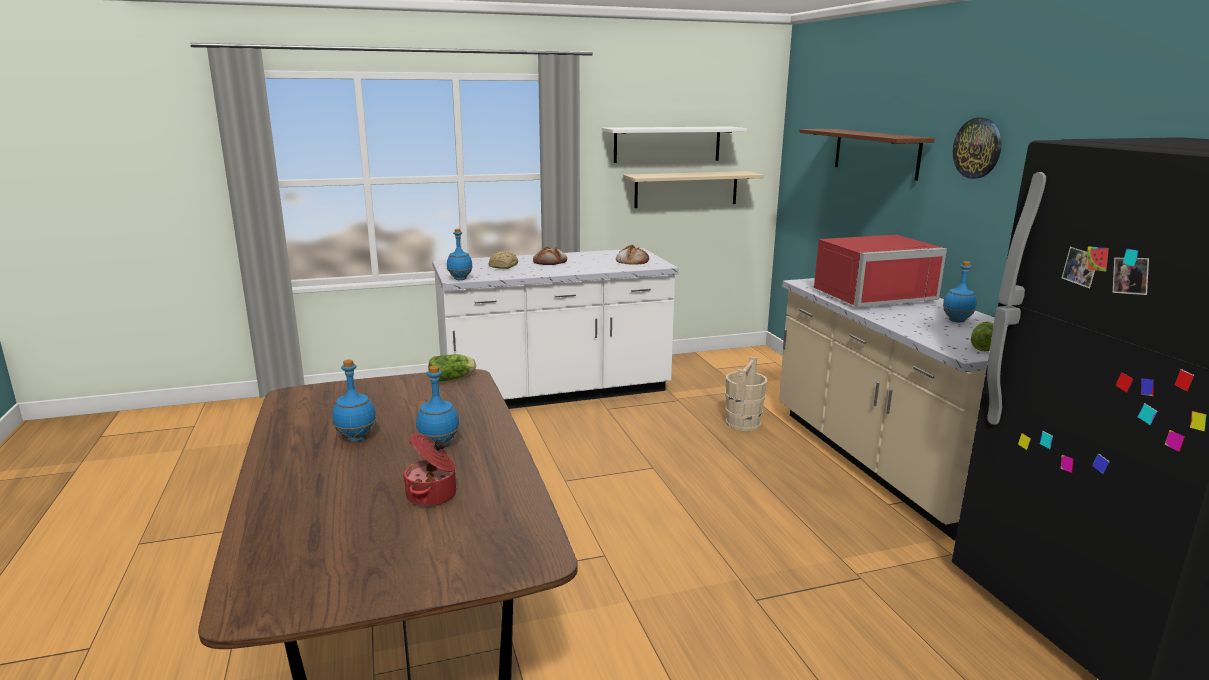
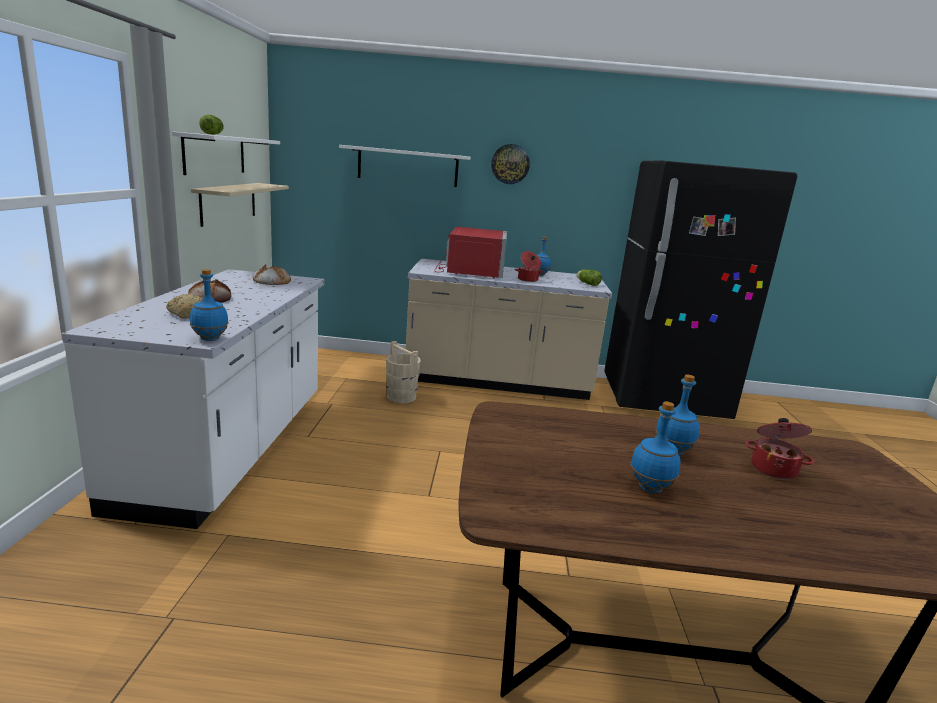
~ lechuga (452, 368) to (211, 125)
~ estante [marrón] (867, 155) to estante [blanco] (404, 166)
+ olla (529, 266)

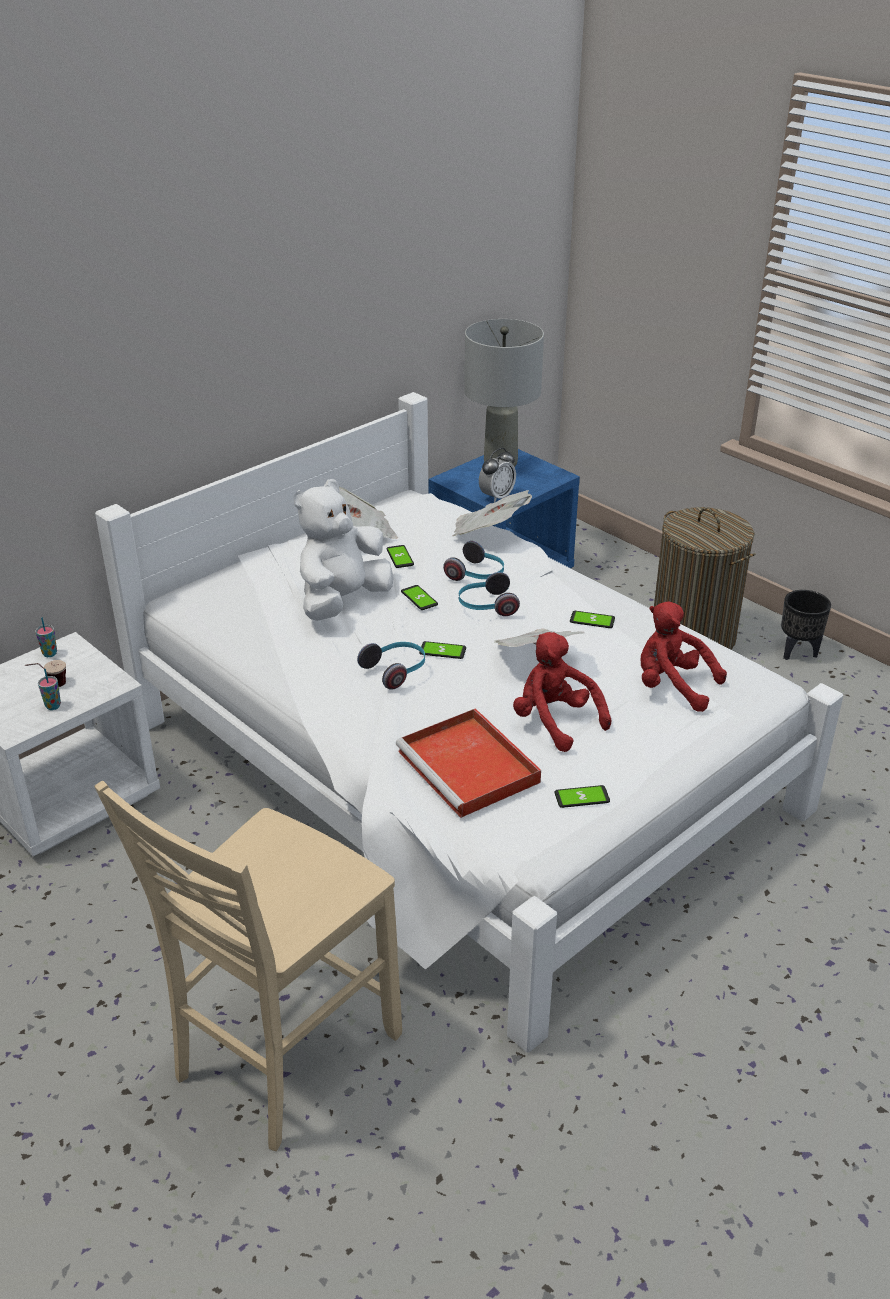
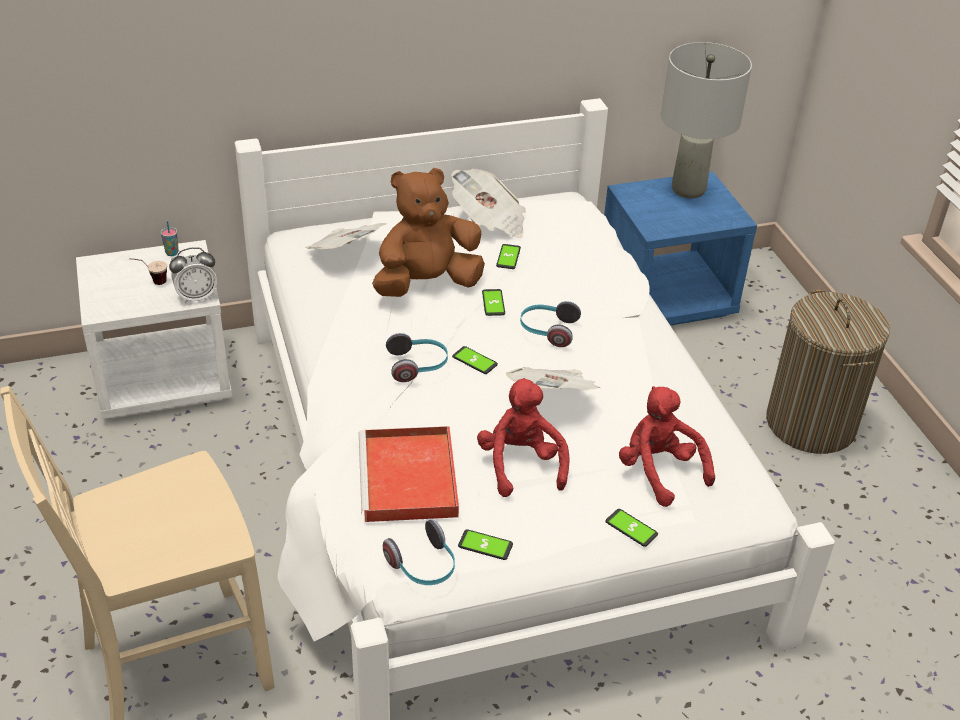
~ despertador (497, 475) to (193, 275)
~ periódico (492, 513) to (346, 236)
~ peluche [blanco] (343, 550) to peluche [marrón] (428, 232)
~ auriculares (473, 561) to (419, 552)
~ móvil (592, 619) to (631, 528)
- taza (49, 689)
- maceta [negro] (806, 625)

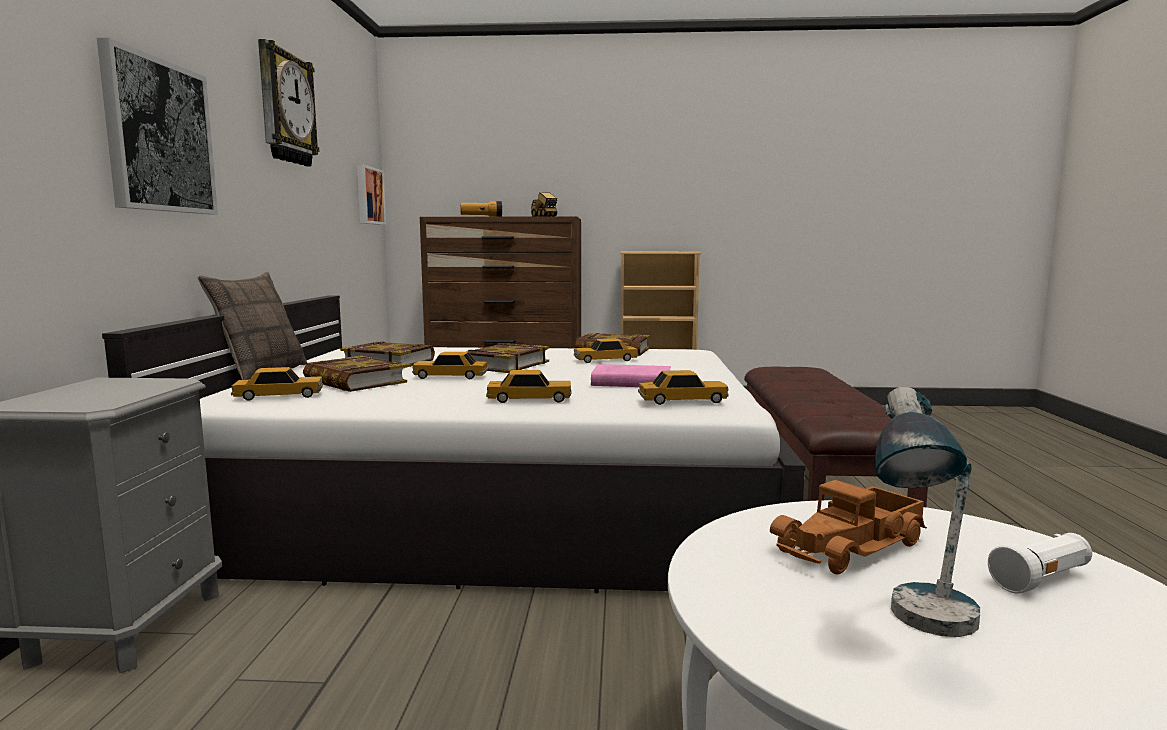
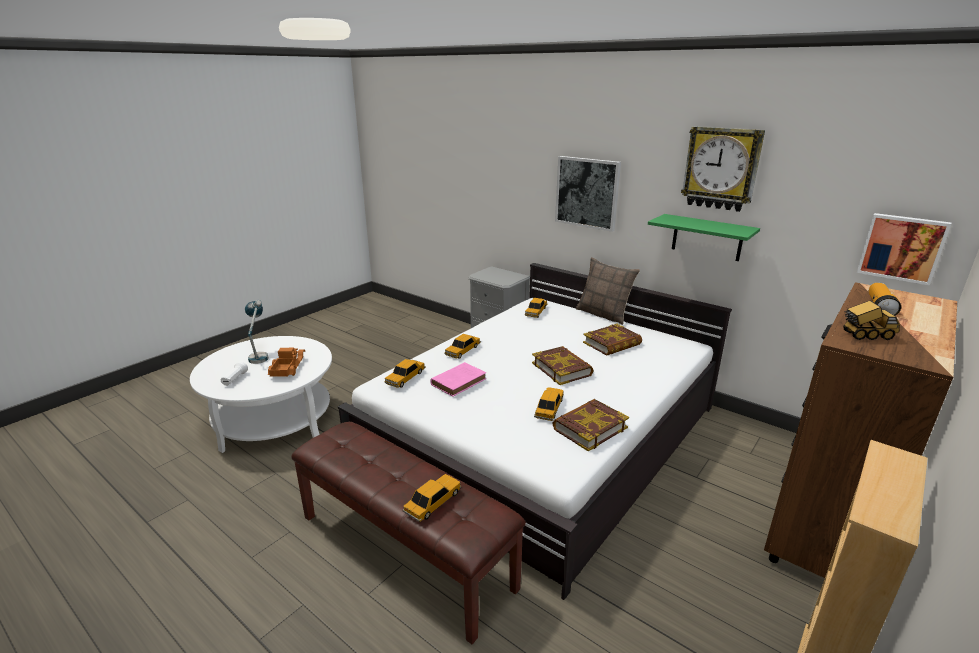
~ coche de juguete (450, 365) to (431, 498)
+ estante [verde] (704, 237)
- libro (355, 374)

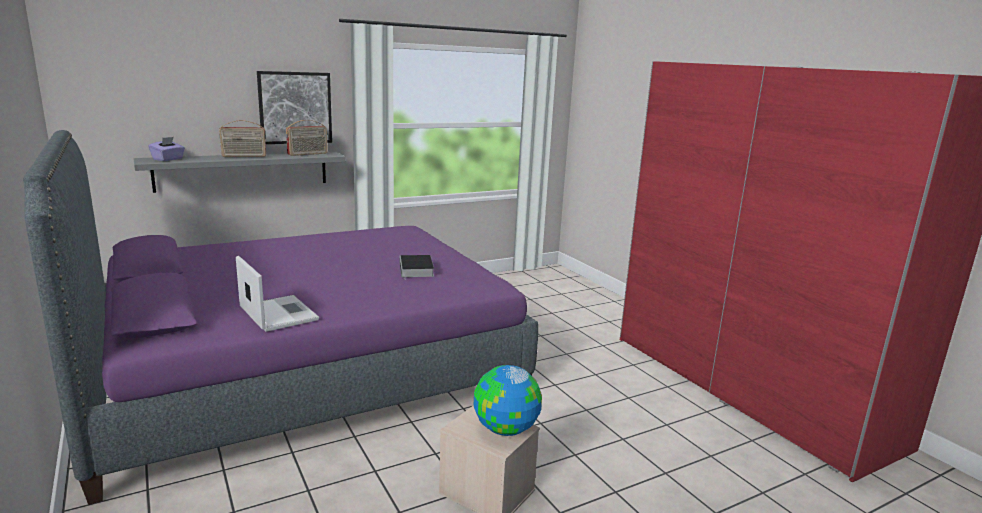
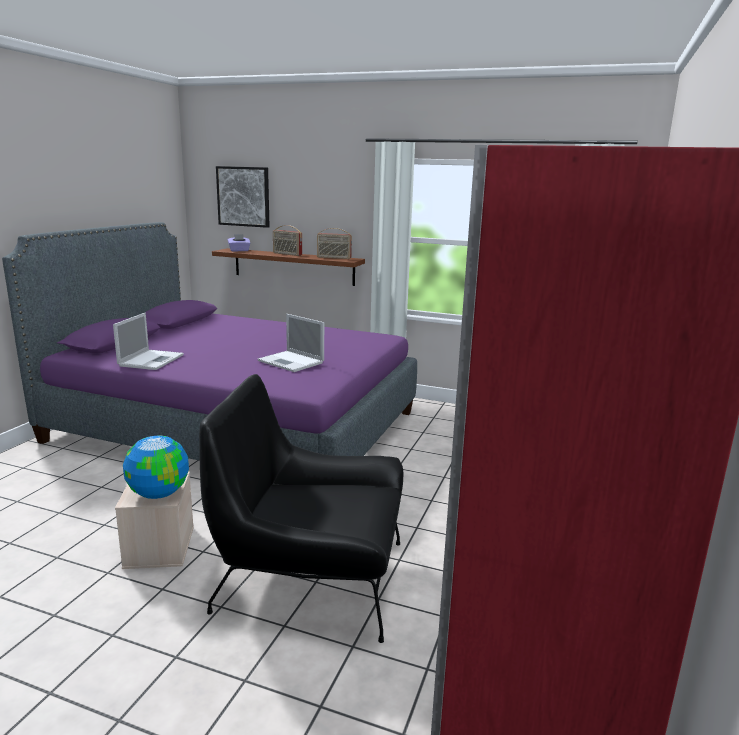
+ sillón [negro] (301, 508)
~ estante [gris] (239, 172) to estante [marrón] (288, 267)
~ cuadro (294, 107) to (243, 197)
~ libro (417, 267) to portátil (291, 343)

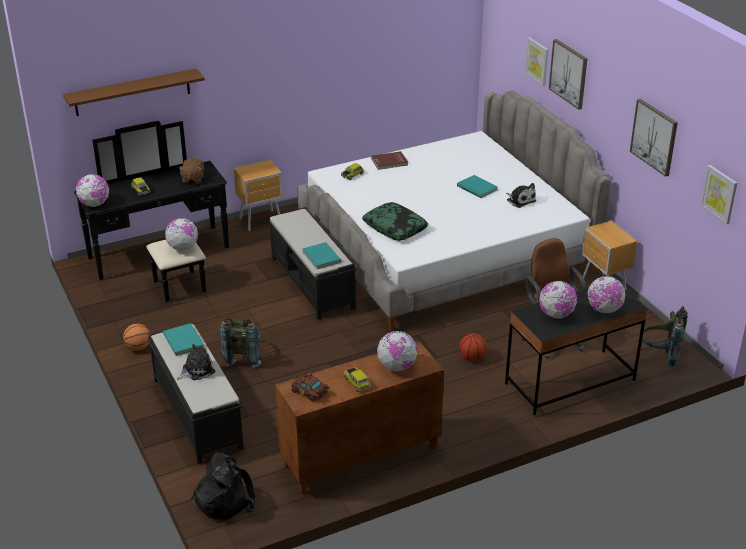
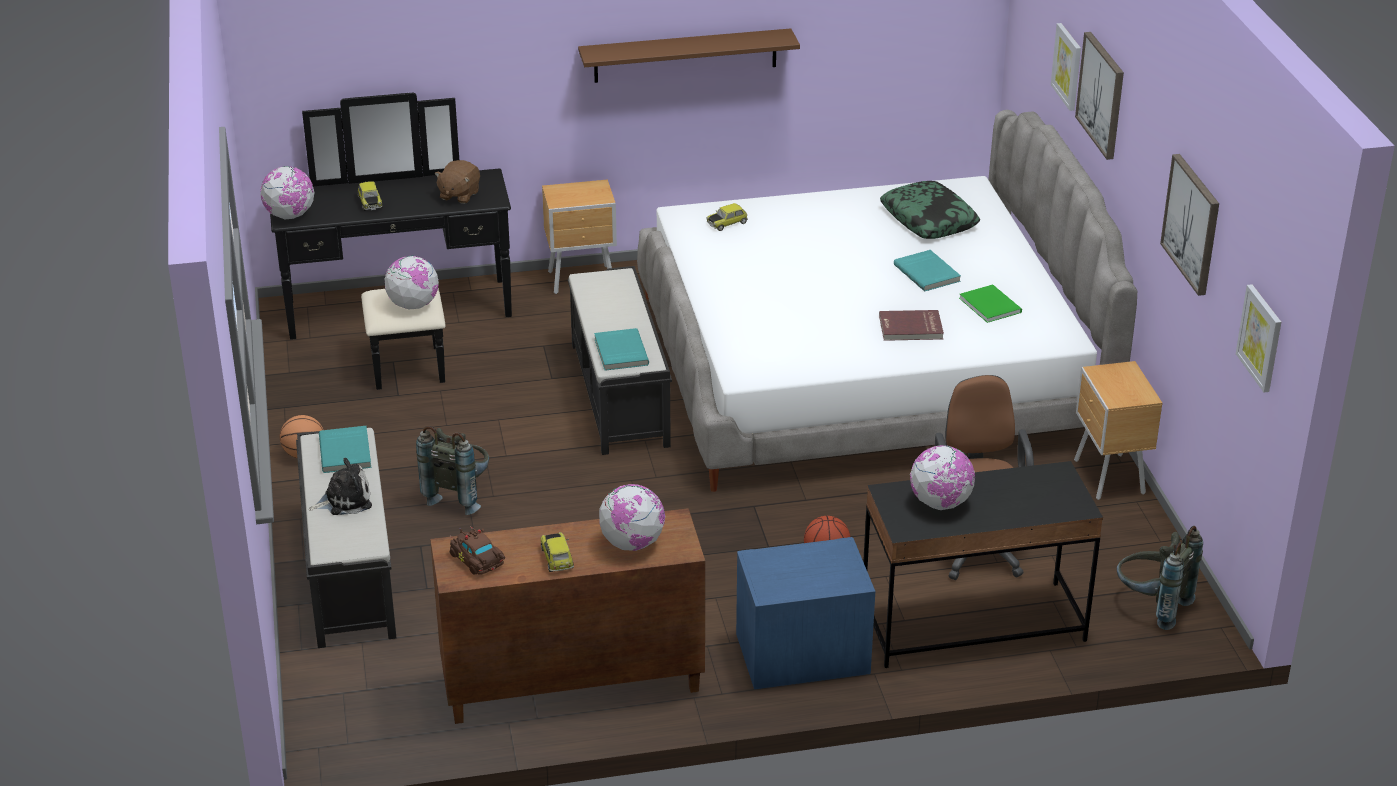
~ estante [marrón] (134, 92) to (689, 55)
+ mesita de noche [azul] (805, 613)
~ libro [rojo] (389, 160) to (911, 325)
~ cojín (395, 221) to (930, 210)
~ peluche (521, 195) to libro [verde] (990, 304)
- mochila [negro] (223, 486)
- globo terráqueo (606, 294)

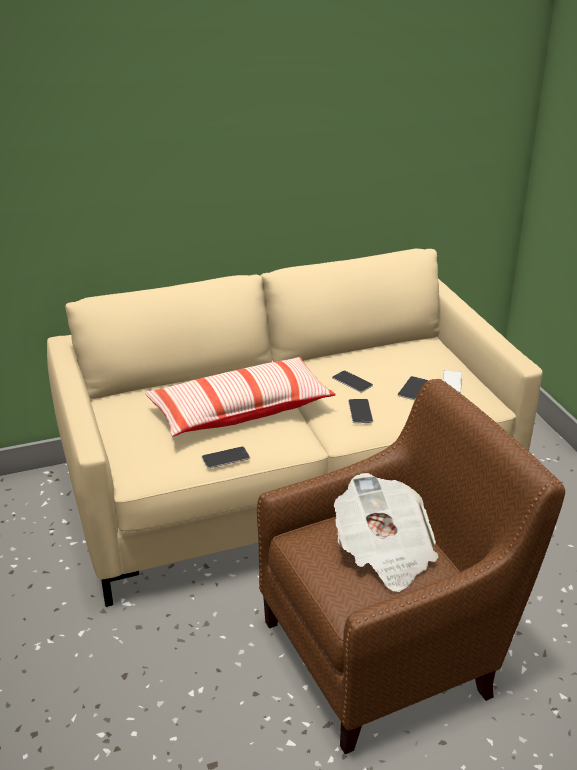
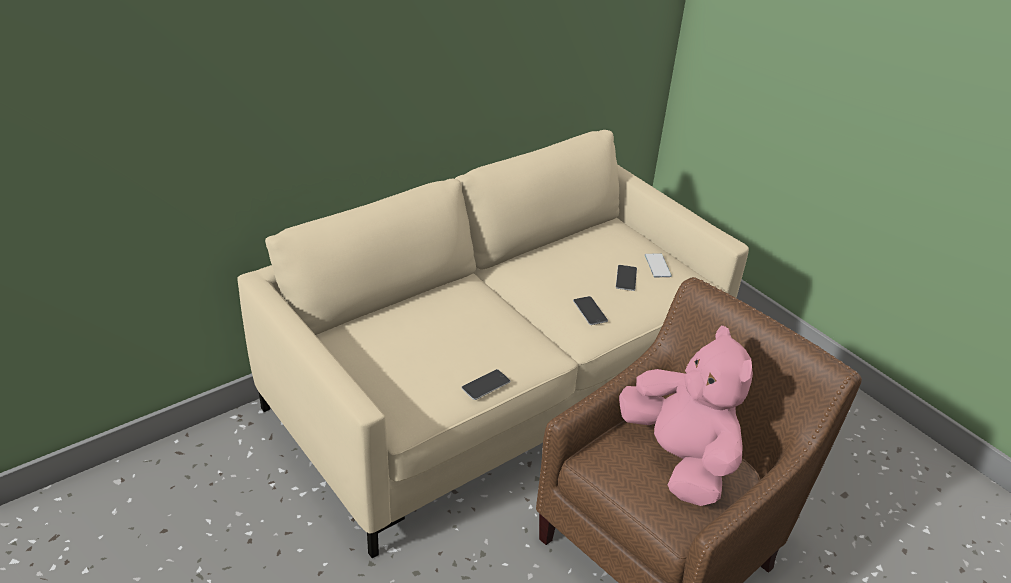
~ periódico (386, 532) to peluche [rosa] (686, 416)
- cojín (240, 397)
- móvil (352, 381)

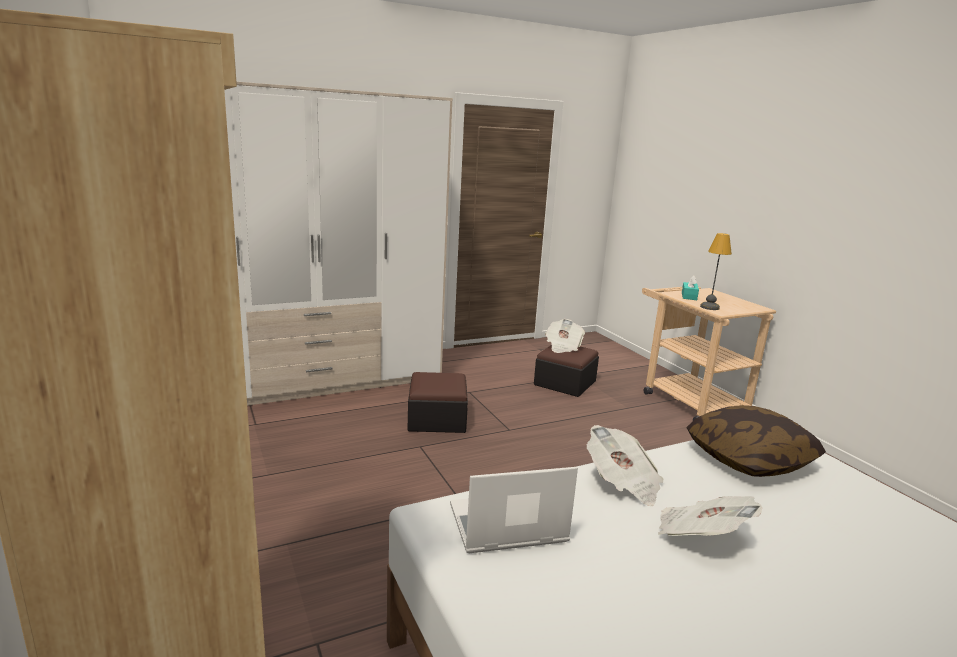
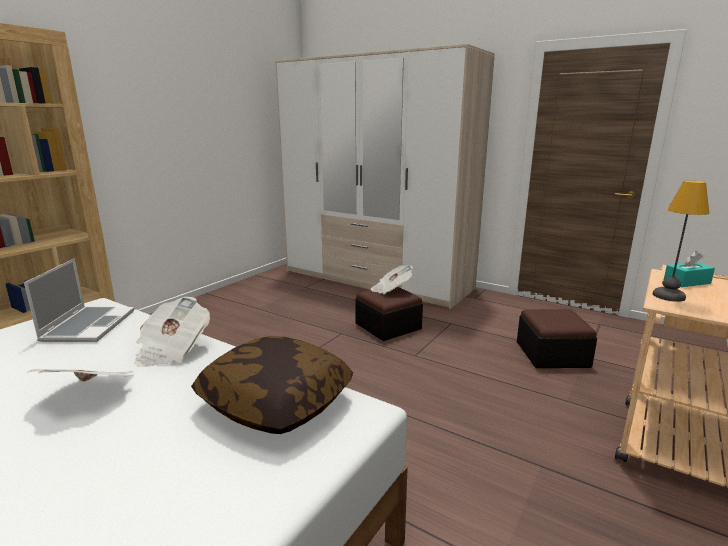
~ portátil (514, 510) = (79, 300) 45 degrees clockwise
~ periódico (565, 336) to (392, 279)

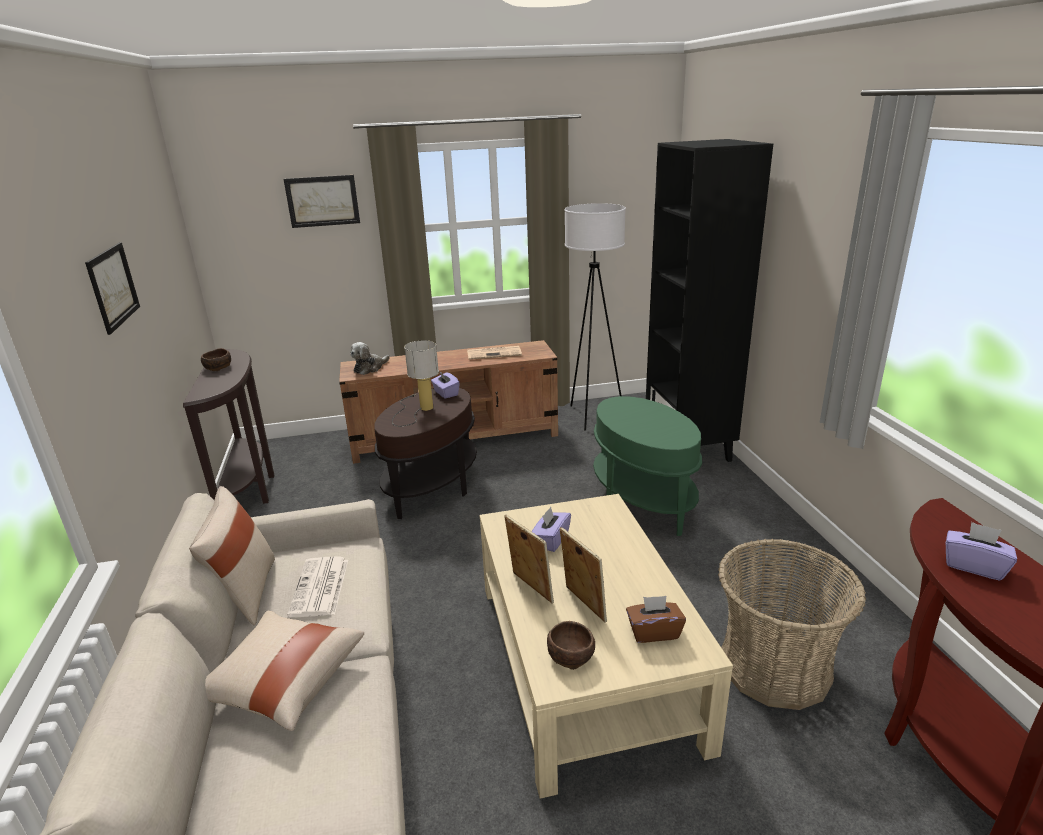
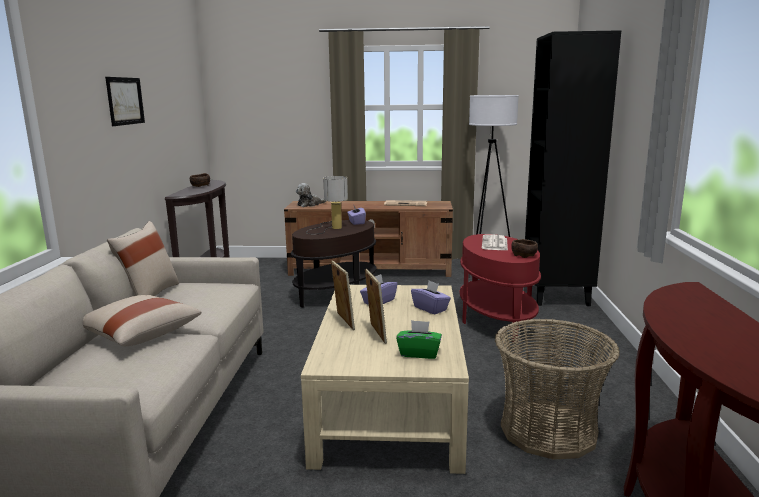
~ caja de pañuelos [marrón] (656, 619) to caja de pañuelos [verde] (419, 339)
~ caja de pañuelos [morado] (981, 551) to (431, 297)
~ mesa auxiliar [verde] (647, 466) to mesa auxiliar [rojo] (500, 288)
~ periódico (317, 587) to (495, 243)
~ cuenco [marrón] (571, 645) to (524, 248)
- cuadro (322, 201)

